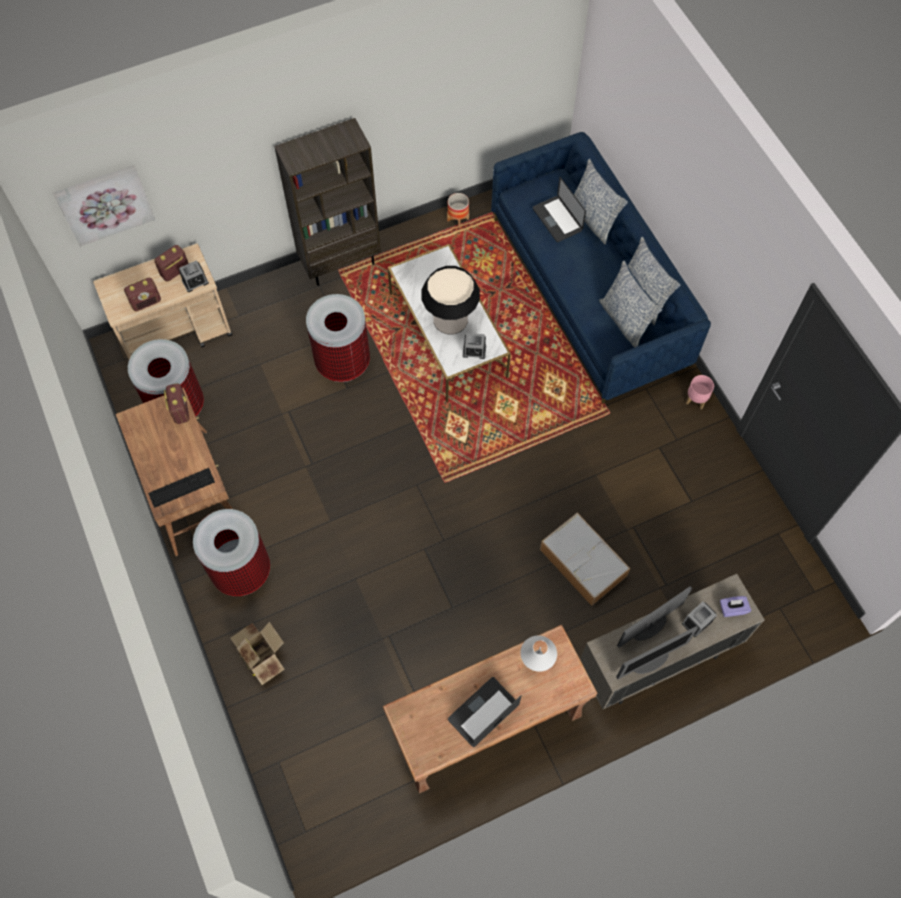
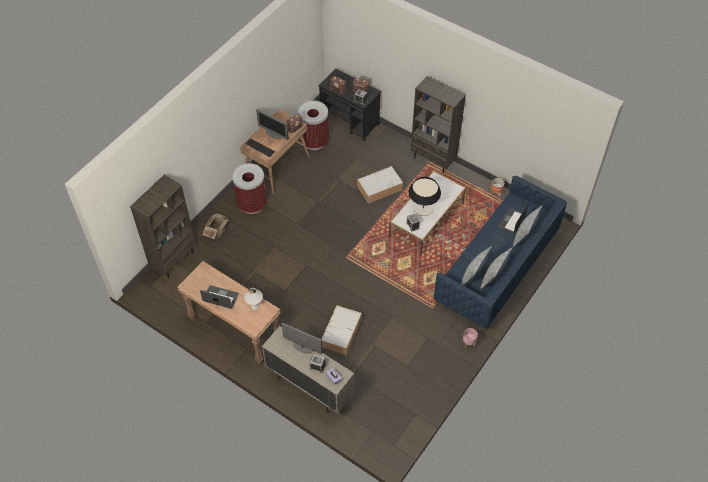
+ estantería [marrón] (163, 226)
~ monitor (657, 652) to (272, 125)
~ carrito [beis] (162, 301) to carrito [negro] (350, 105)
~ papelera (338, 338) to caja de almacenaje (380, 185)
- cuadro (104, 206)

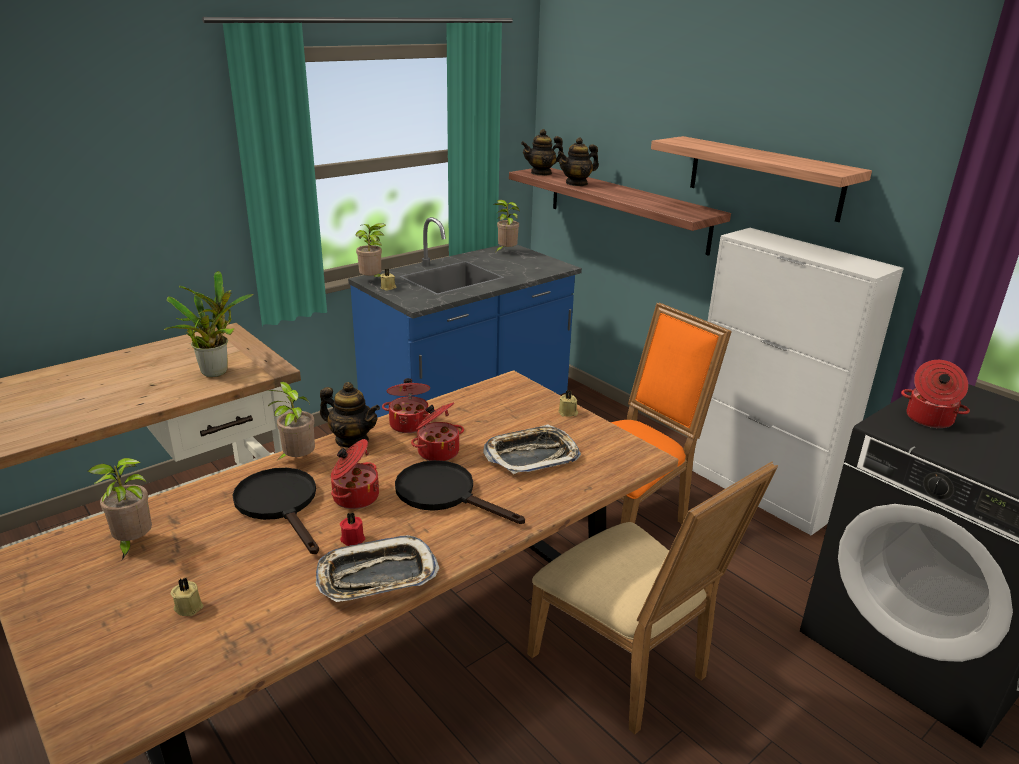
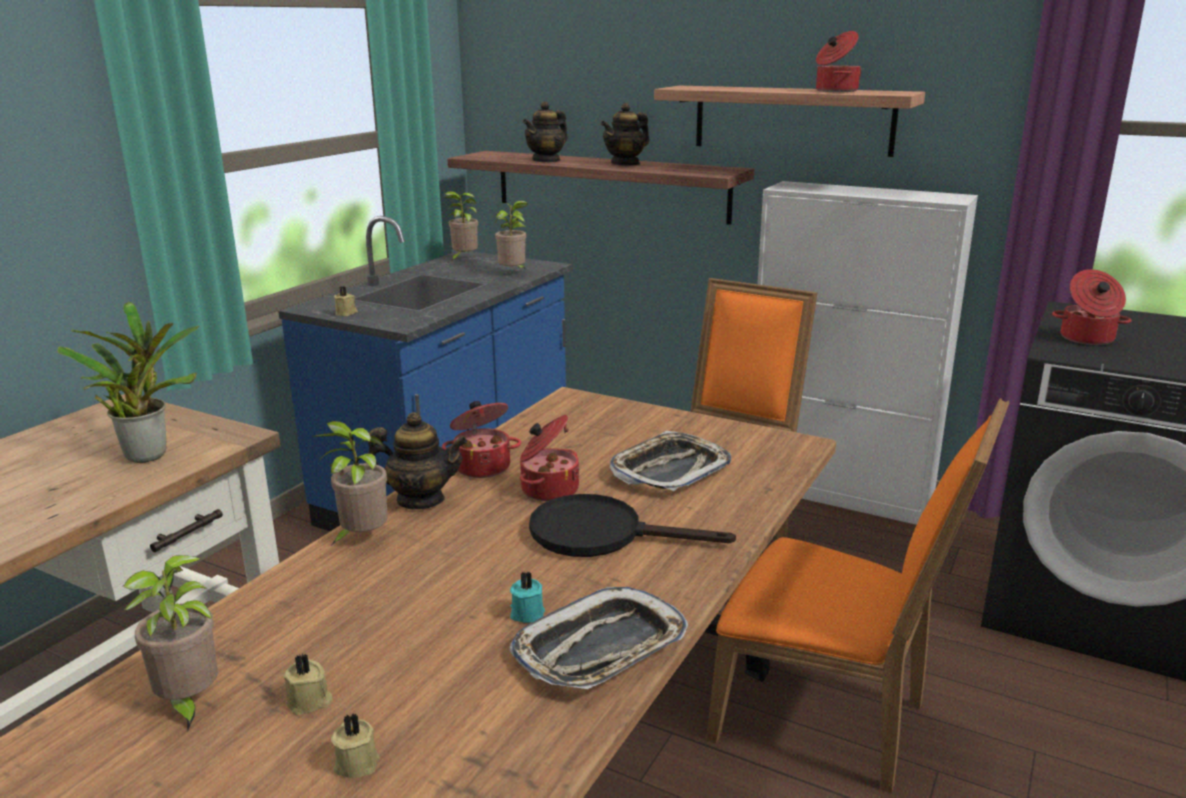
~ vela [beis] (568, 404) to (308, 684)
~ planta en maceta (370, 250) to (511, 234)
~ vela [rojo] (352, 529) to vela [turquesa] (527, 597)
~ tetera (542, 152) to (625, 134)
~ silla [beis] (652, 598) to silla [naranja] (858, 595)
~ olla (355, 474) to (839, 61)
- sartén [negro] (276, 511)

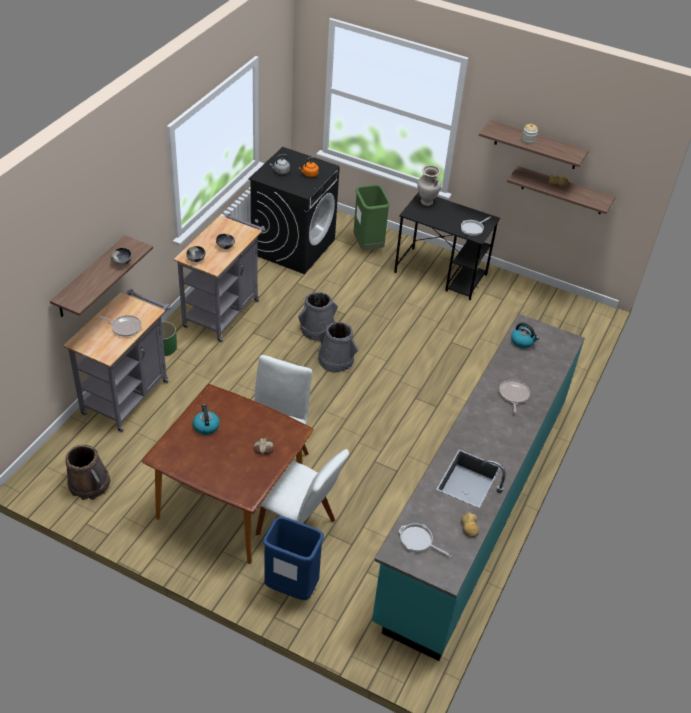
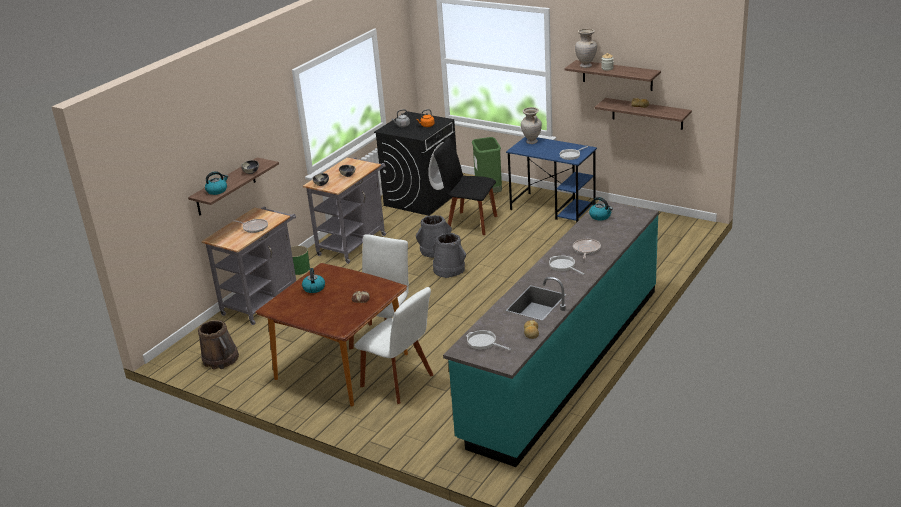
+ hervidor (216, 183)
+ silla [negro] (465, 186)
~ escritorio [negro] (447, 246) to escritorio [azul] (551, 180)
+ sartén (567, 265)
+ florero [beis] (586, 48)
- papelera [azul] (293, 558)

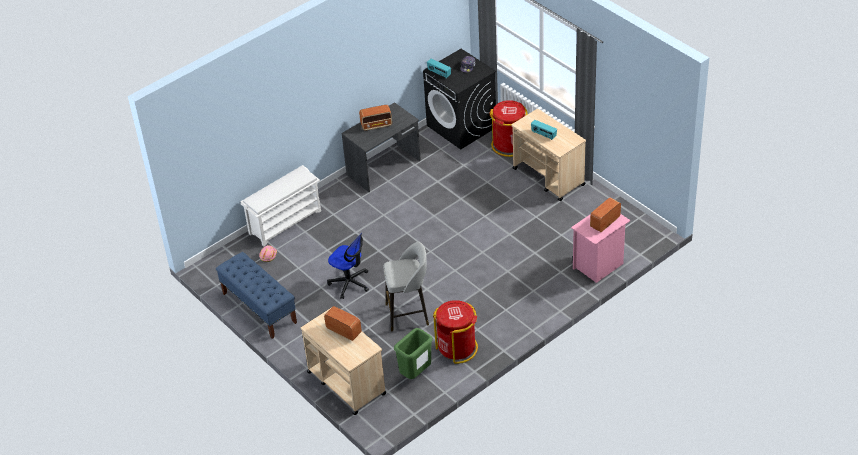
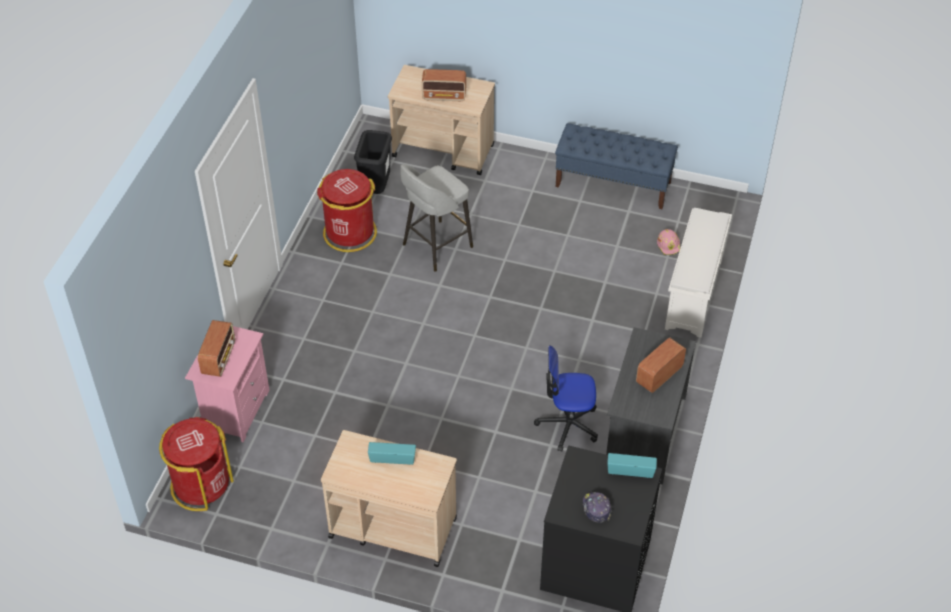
~ papelera [rojo] (508, 128) to (196, 464)
~ papelera [verde] (413, 353) to papelera [negro] (373, 162)
~ silla de oficina (348, 266) to (566, 399)

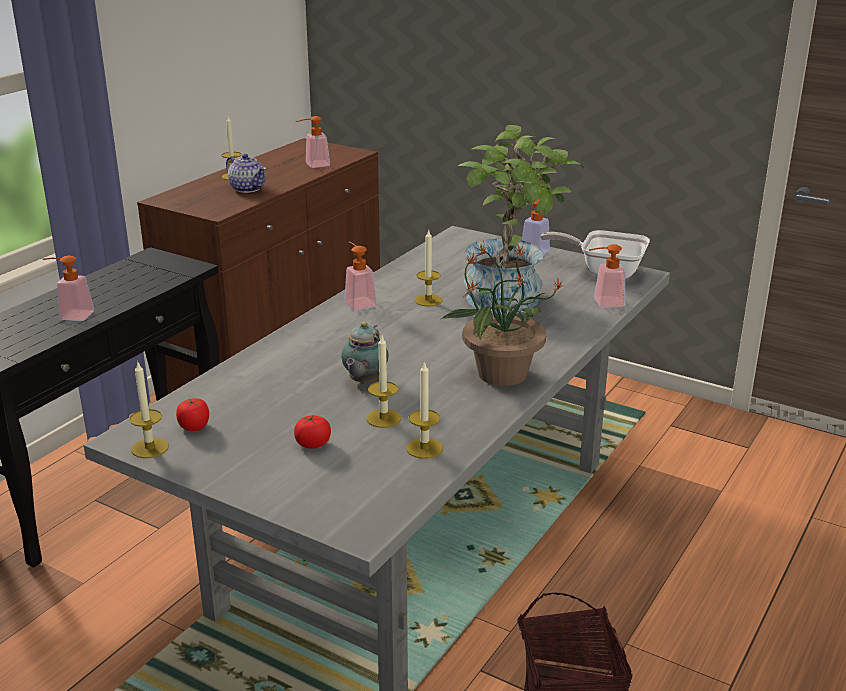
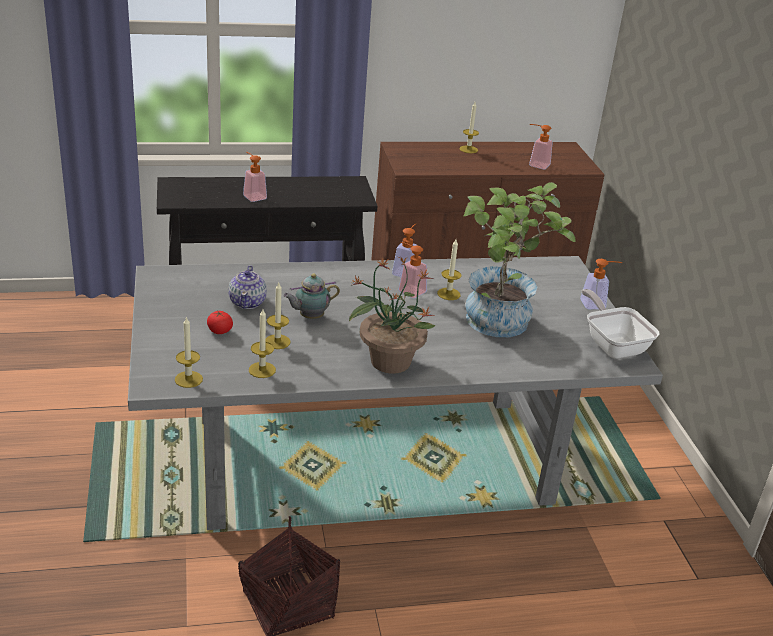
~ vela (149, 410) to (189, 352)
~ tetera (246, 173) to (248, 287)
~ dispensador de jabón (607, 276) to (412, 270)
- tomate (192, 414)

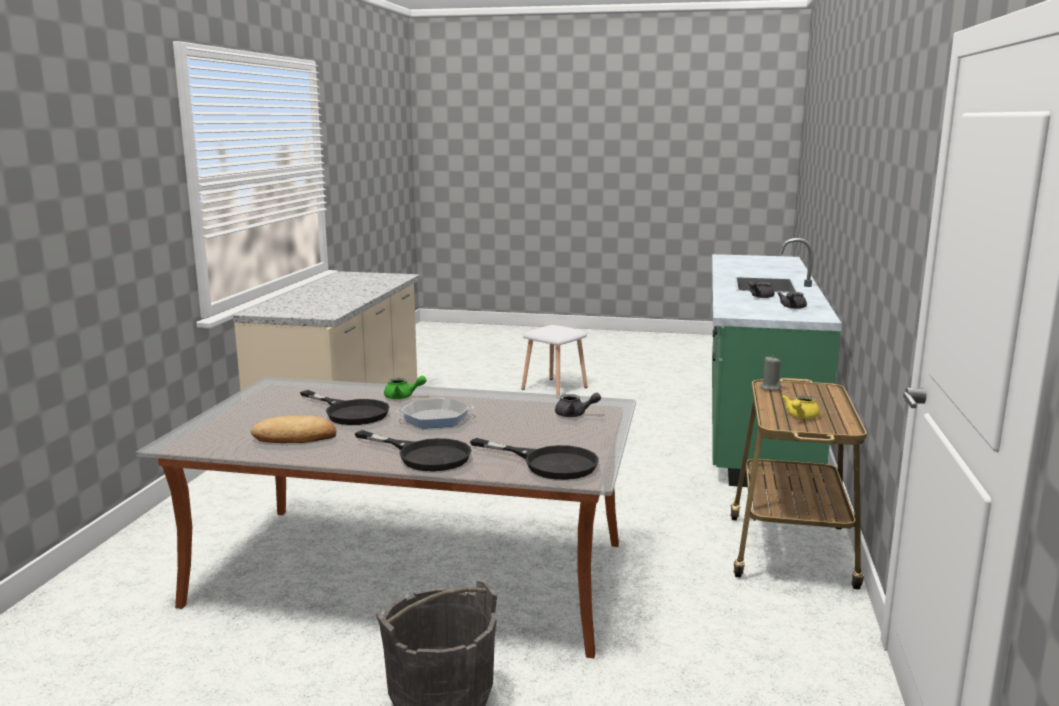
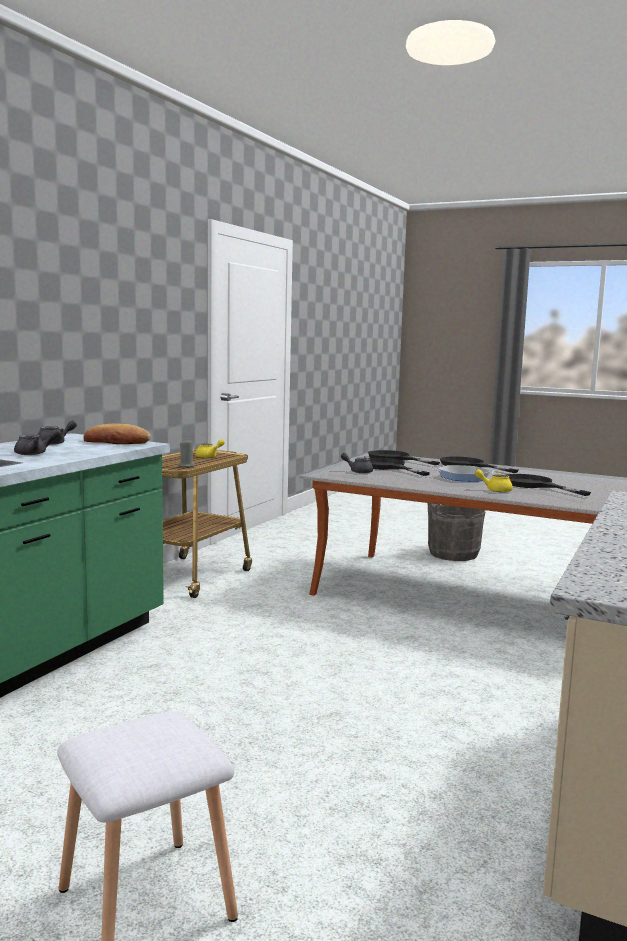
~ pan (293, 429) to (117, 433)
+ sartén [negro] (399, 467)
~ tetera [verde] (405, 387) to tetera [amarillo] (494, 481)

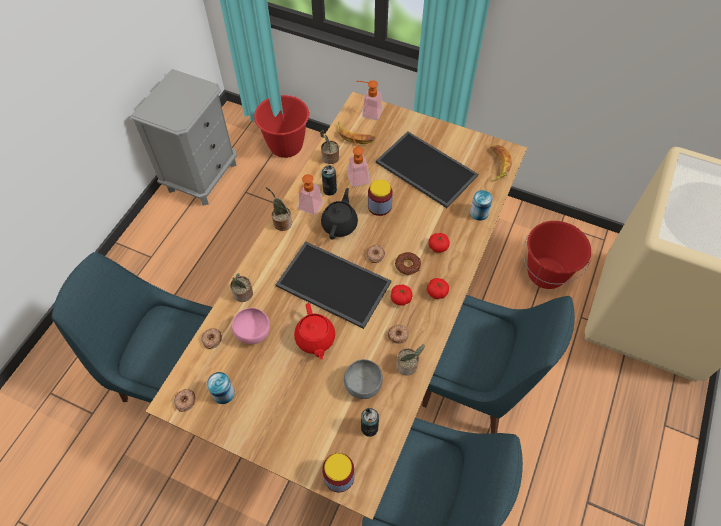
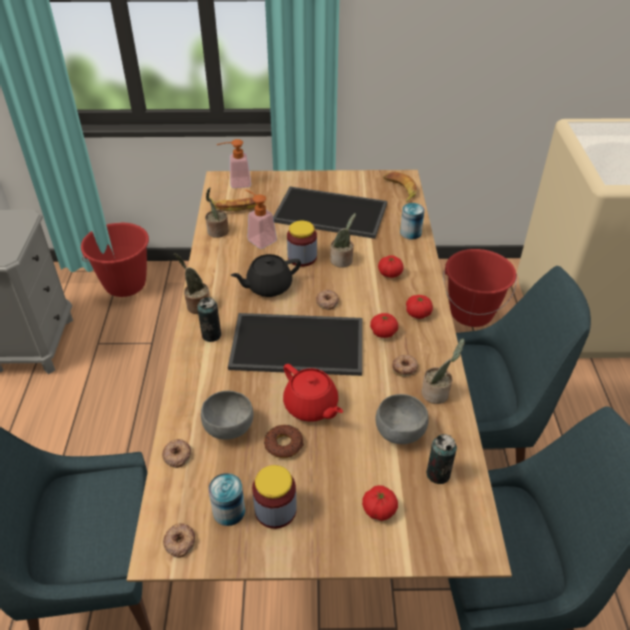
~ lata (329, 180) to (209, 319)
~ cuenco [rosa] (251, 326) to cuenco [gris] (227, 415)
~ tetera [negro] (339, 214) = (265, 275) 105 degrees counterclockwise
~ tarro (338, 472) to (274, 497)
~ rosquilla (408, 263) to (284, 441)
~ planta en maceta (241, 287) to (343, 240)
+ tomate (380, 503)
- dispensador de jabón (311, 194)

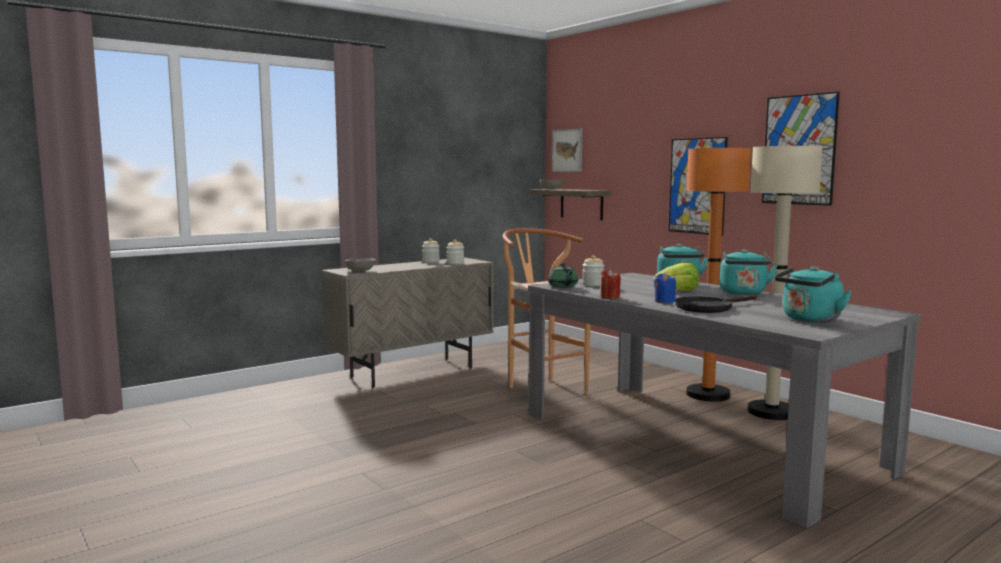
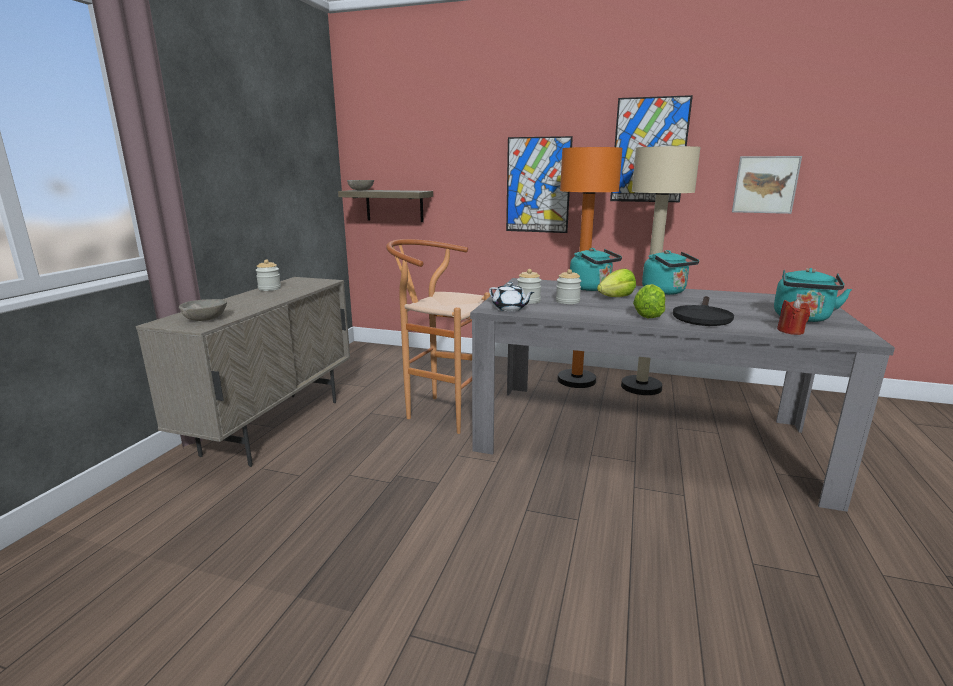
~ tetera [verde] (563, 275) to tetera [blanco] (512, 296)
~ tarro (455, 251) to (568, 286)
~ vela [azul] (665, 288) to lechuga (649, 301)
~ cuadro (567, 150) to (767, 185)
~ vela [rojo] (611, 284) to (793, 317)

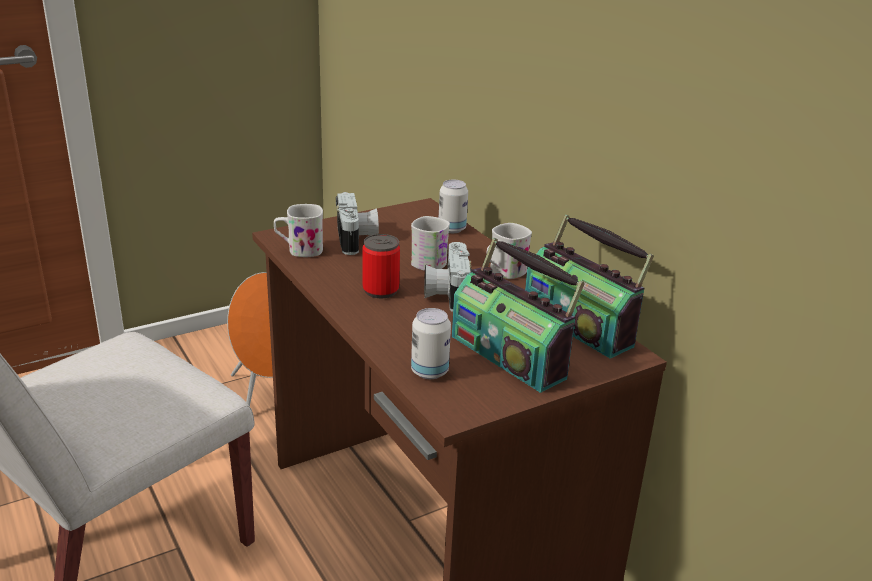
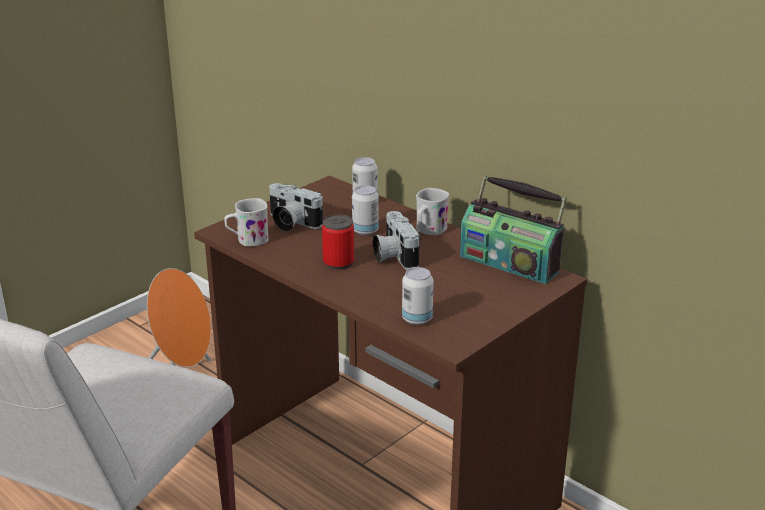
~ cámara (357, 223) = (296, 207) 150 degrees clockwise
~ taza grande [blanco] (430, 243) to lata (365, 210)
- radio (518, 315)

